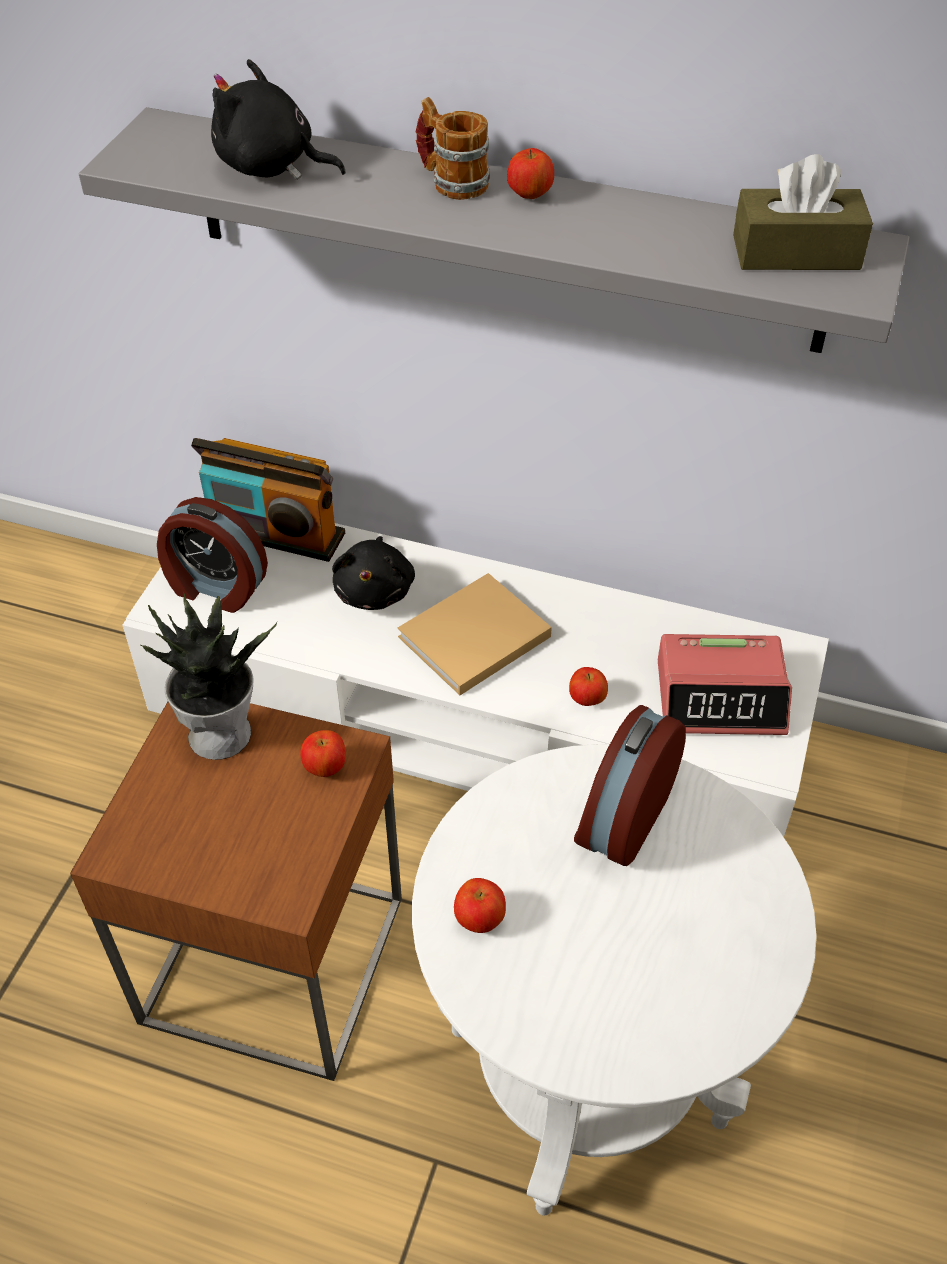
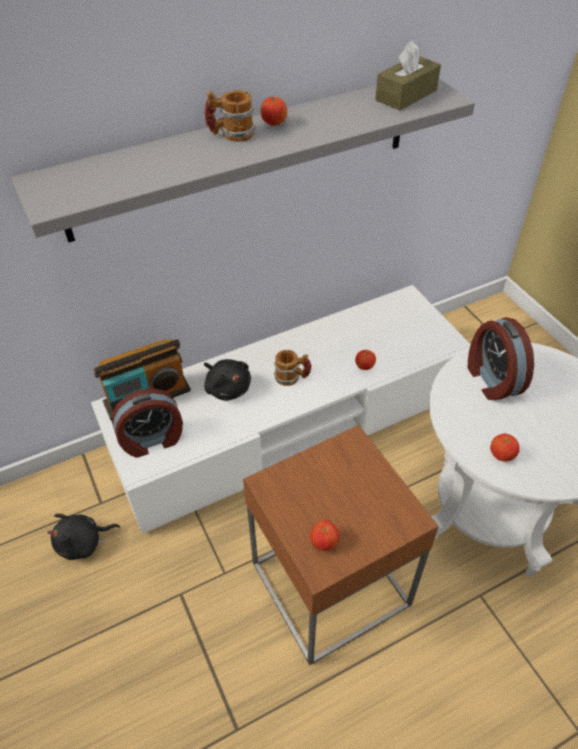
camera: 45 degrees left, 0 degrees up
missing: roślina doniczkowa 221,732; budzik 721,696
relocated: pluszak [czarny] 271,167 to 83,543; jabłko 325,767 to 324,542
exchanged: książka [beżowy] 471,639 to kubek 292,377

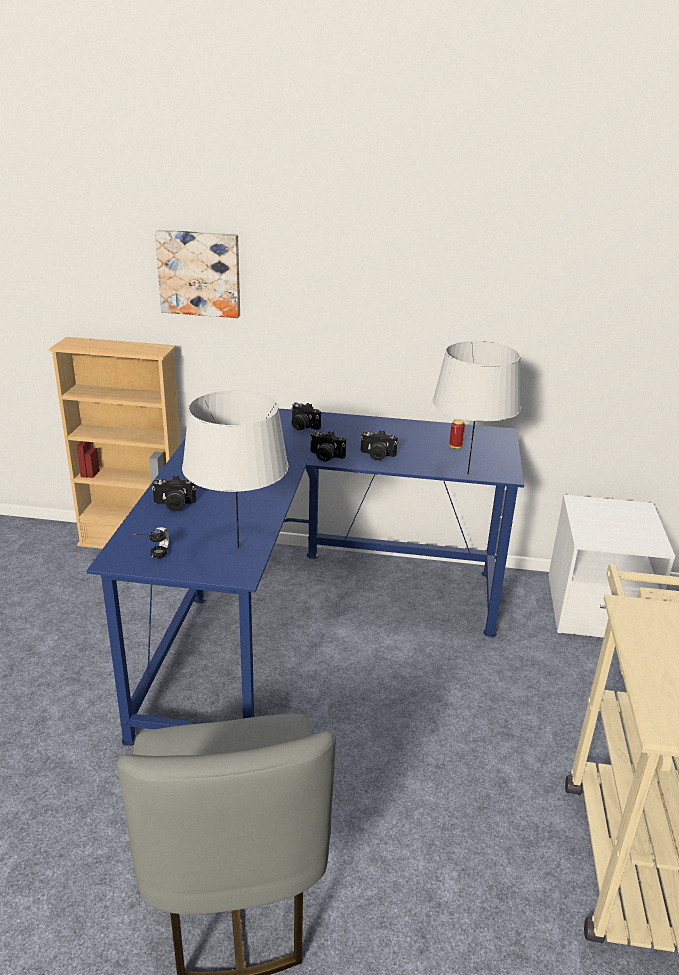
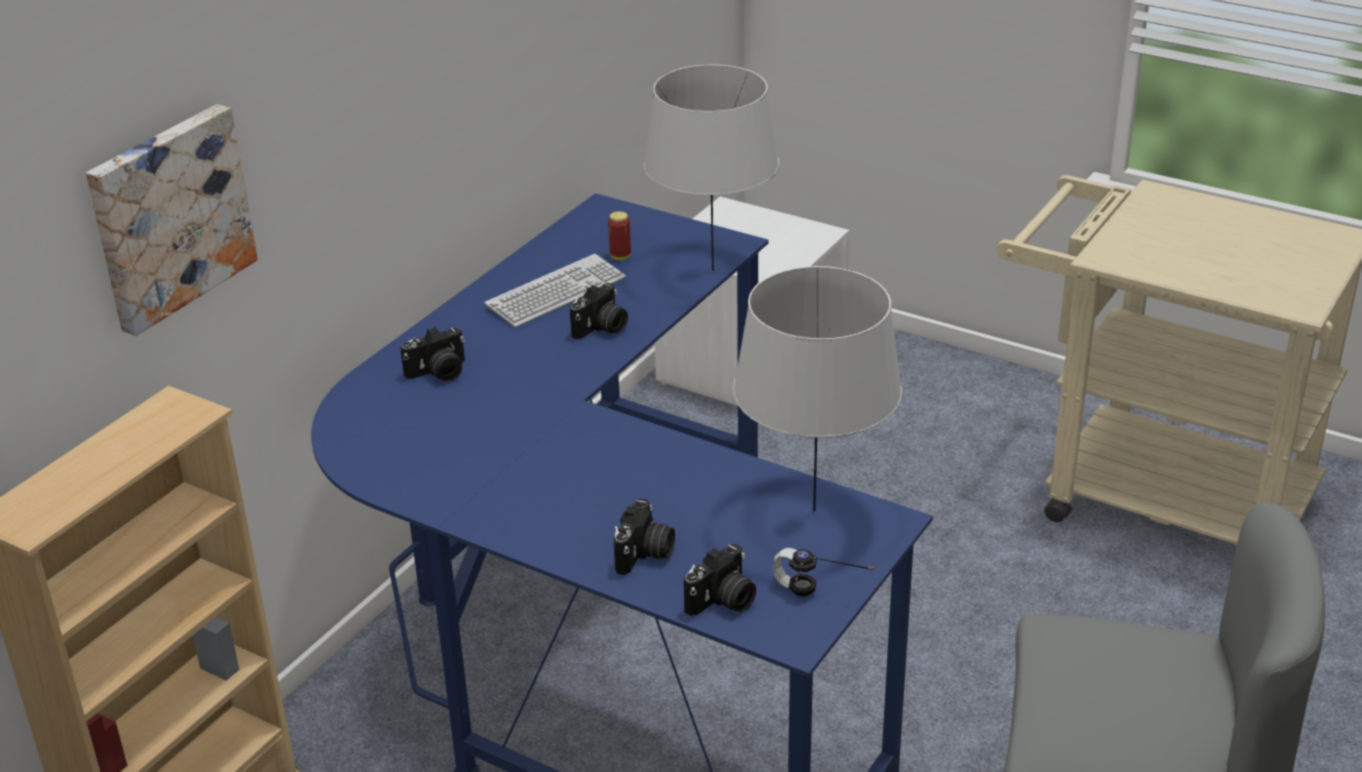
camera: 65 degrees left, 5 degrees up
appeared: klawiatura 556,293
relocated: aparat fotograficzny 325,457 to 723,601

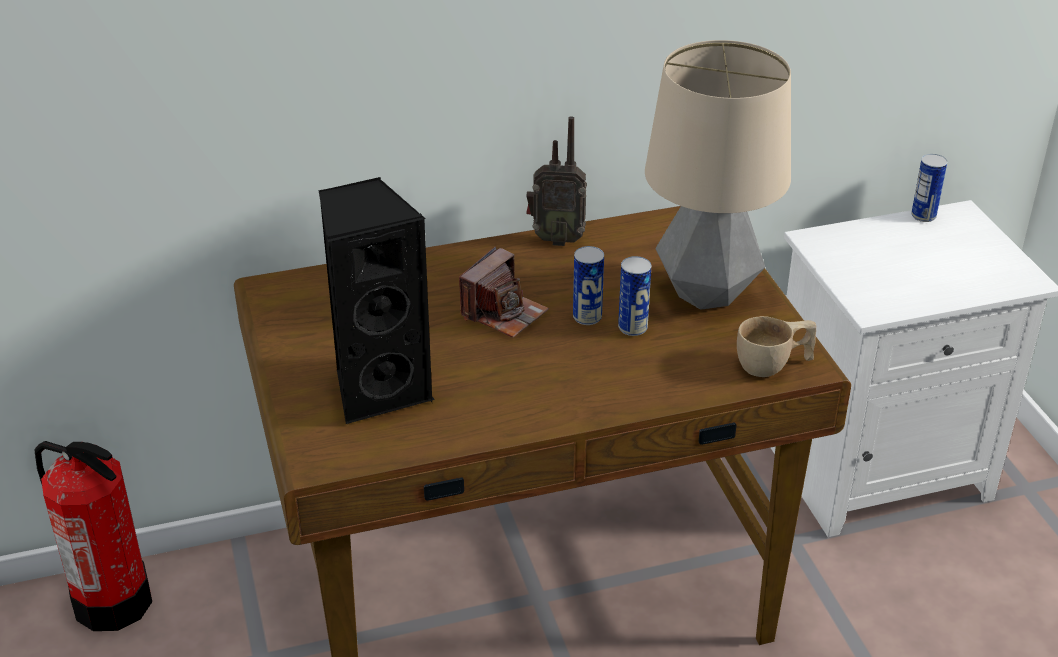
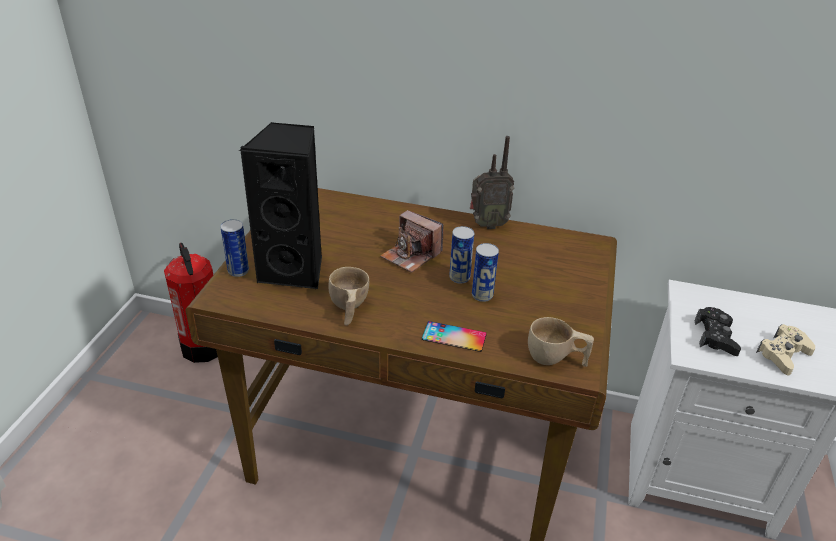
camera: 30 degrees right, 0 degrees up
missing: lampa stołowa 707,293
appeared: filiżanka [beżowy] 348,309; telefon 454,337; pad do gier [czarny] 715,337; pad do gier [beżowy] 783,354
relocated: puszka 923,216 to 238,271
spun: aparat fotograficzny 503,313 = 411,255 60 degrees clockwise; radio 556,239 = 487,224 45 degrees counterclockwise

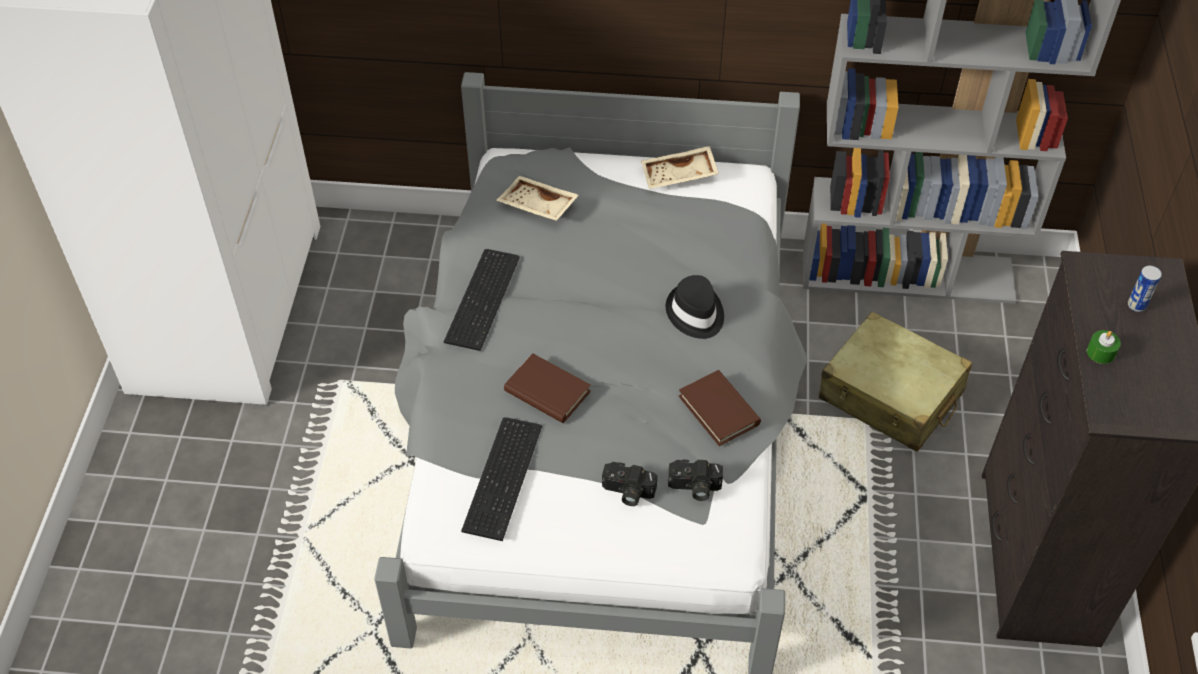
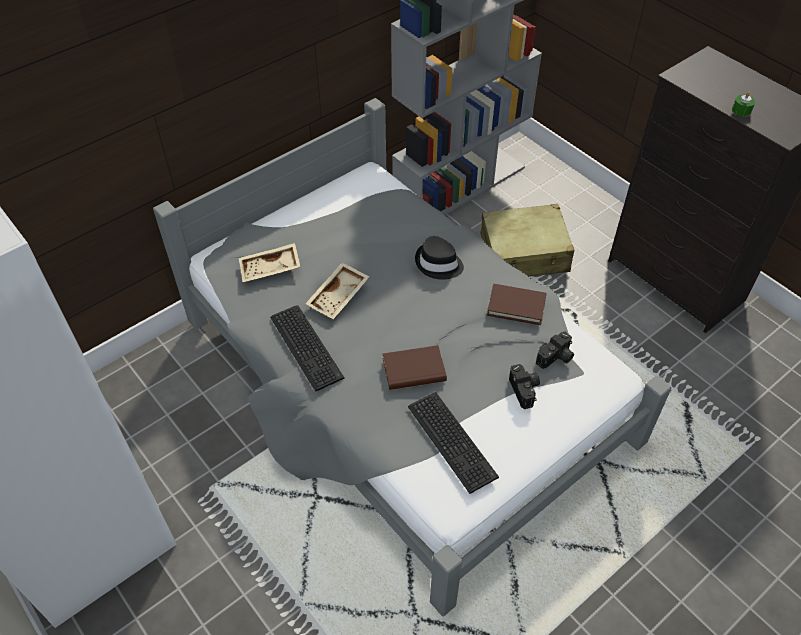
camera: 45 degrees left, 0 degrees up
missing: puszka 1136,305
relocated: taca [beżowy] 679,176 to 339,296
spun: aparat fotograficzny 627,492 = 525,390 75 degrees counterclockwise

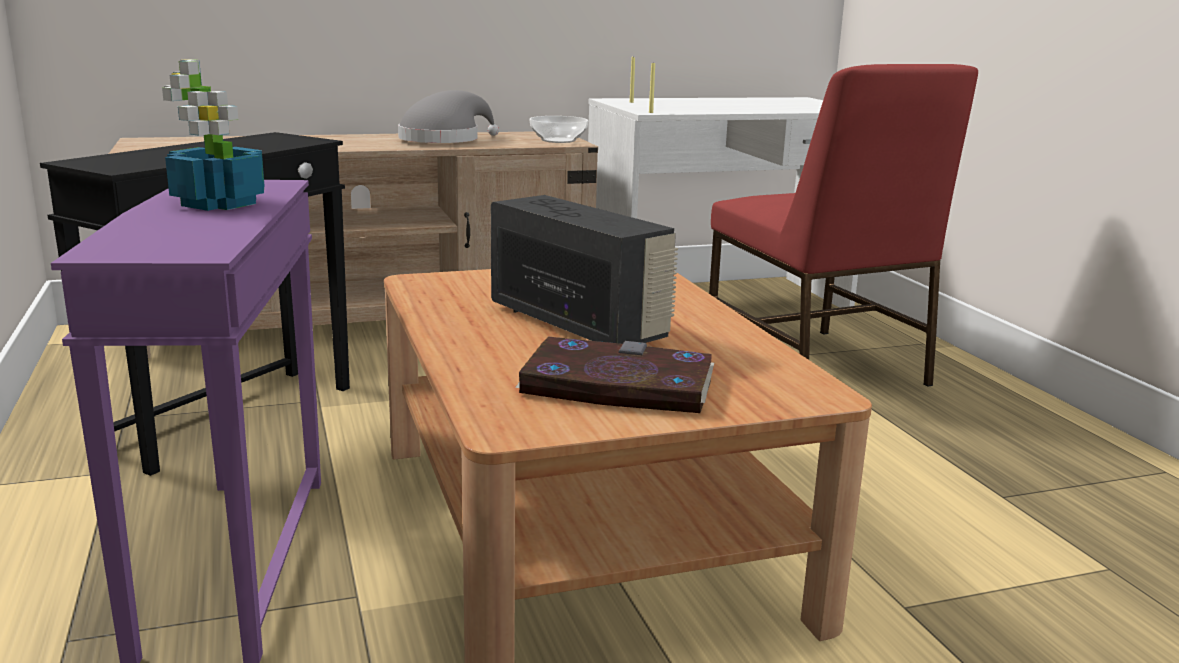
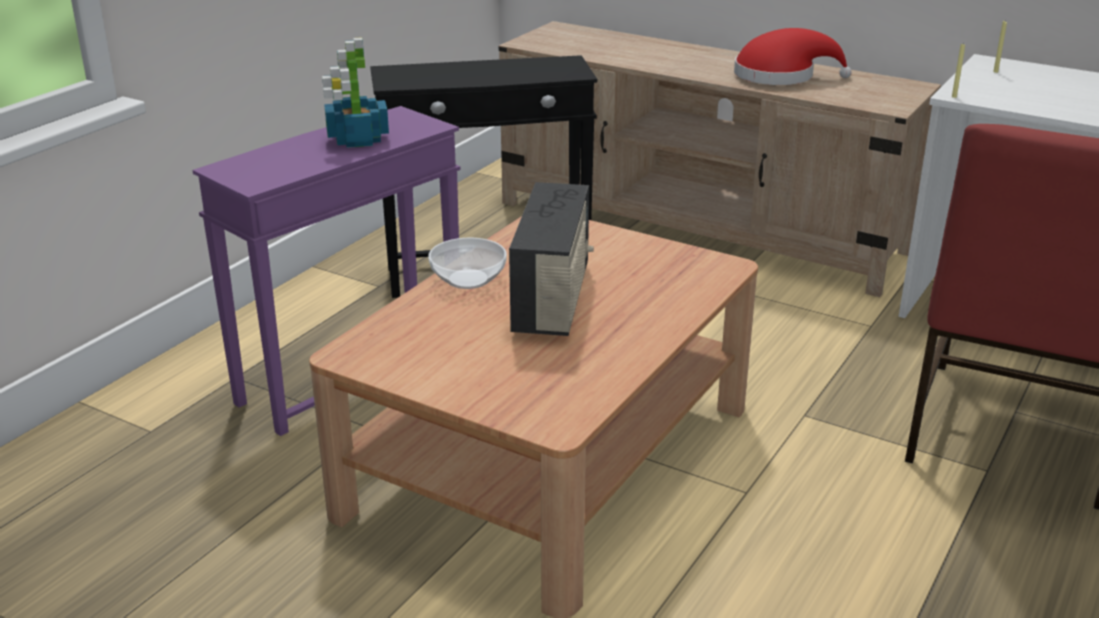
camera: 50 degrees right, 10 degrees up
missing: książka 616,385
relocated: miska 557,140 to 467,279
colour: kapelusz [szary] 444,140 to kapelusz [czerwony] 781,76

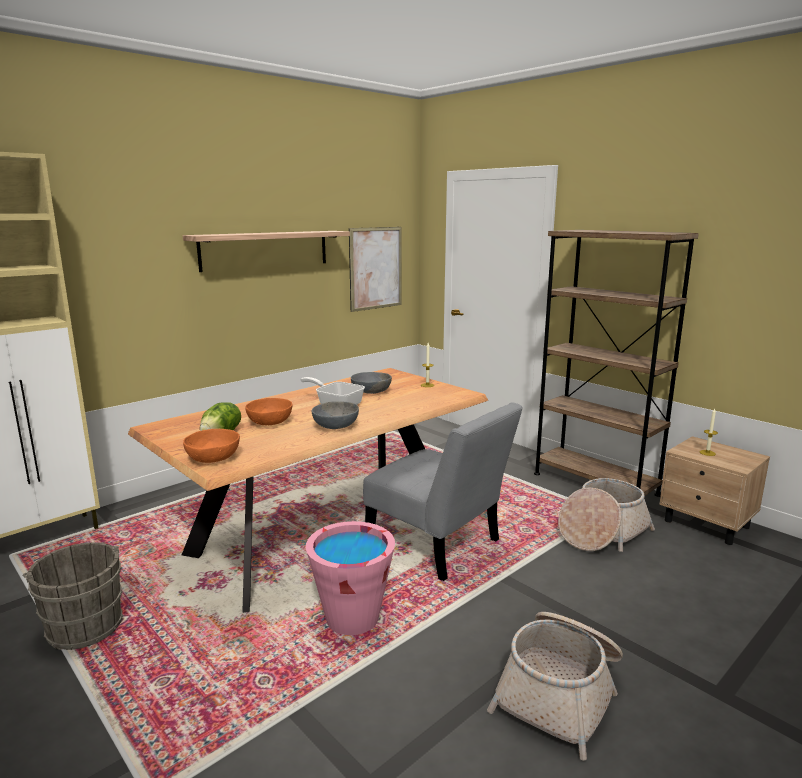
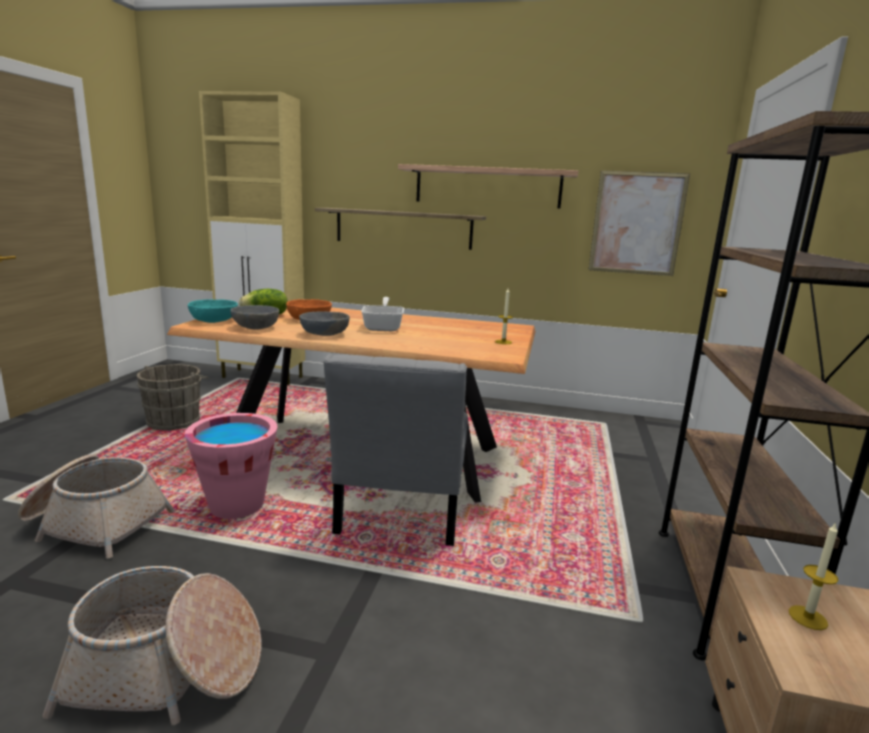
camera: 55 degrees right, 0 degrees up
appeared: półka 403,228
relocated: miska [szary] 371,392 to 256,327; koszyk 602,532 to 96,523
colour: miska [pomarańczowy] 214,458 to miska [turkusowy] 214,321

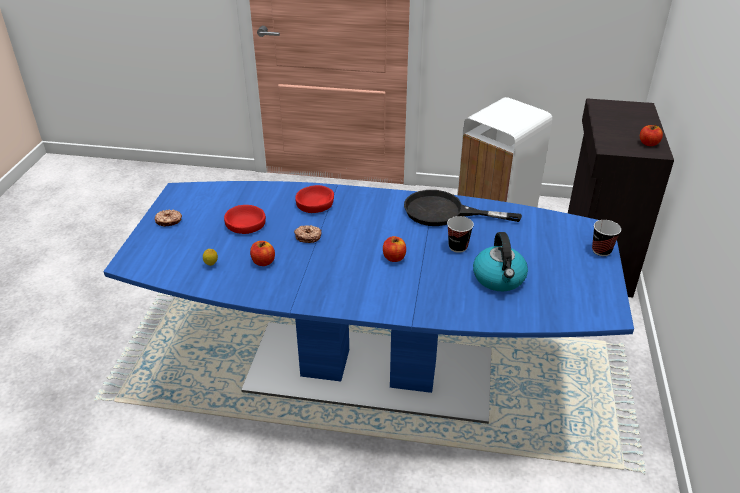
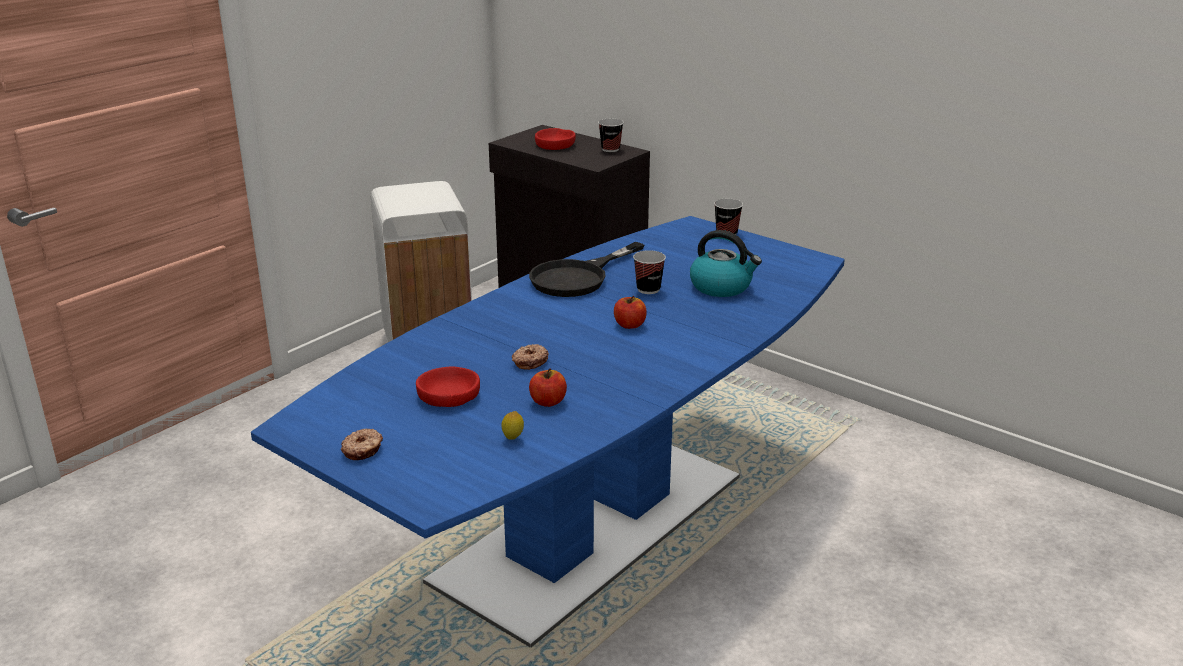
camera: 60 degrees left, 10 degrees down
relocated: miska [czerwony] 315,204 to 555,144
exchanged: jabłko 648,143 to filiżanka 610,149

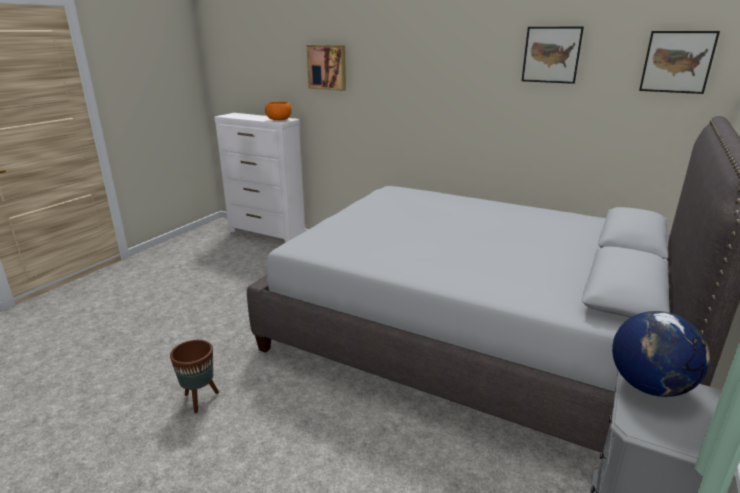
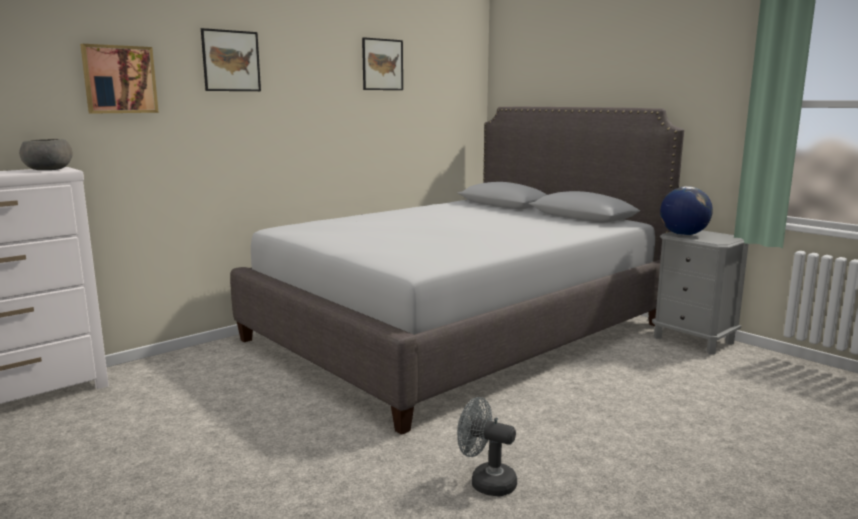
camera: 70 degrees left, 10 degrees down
relocated: obraz 677,62 to 231,61
exchanged: donica [brązowy] 199,400 to wentylator [szary] 486,482
colour: miska [pomarańczowy] 279,119 to miska [szary] 48,170

